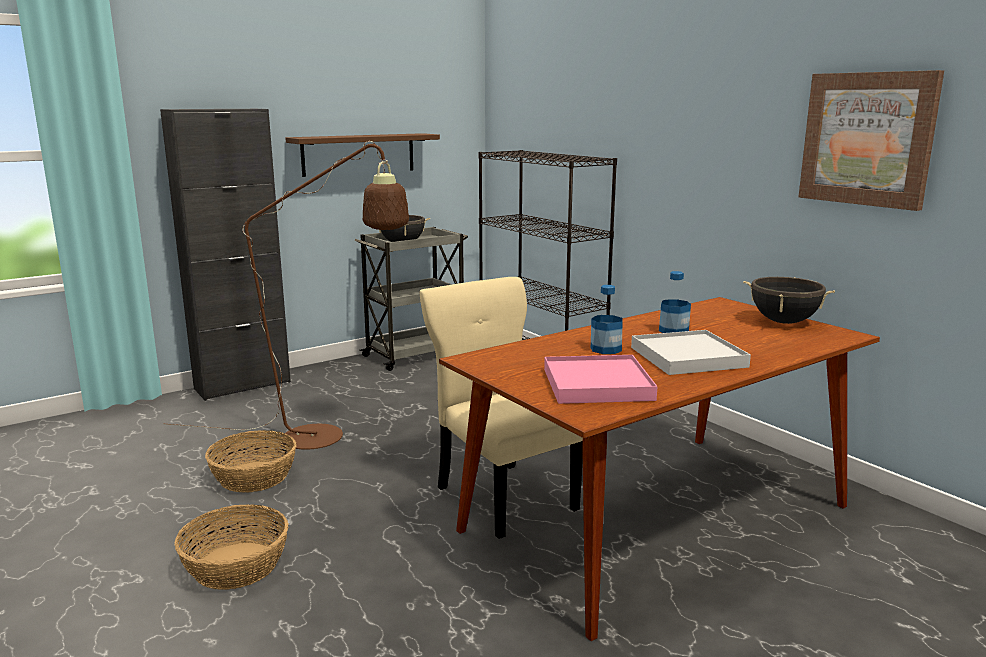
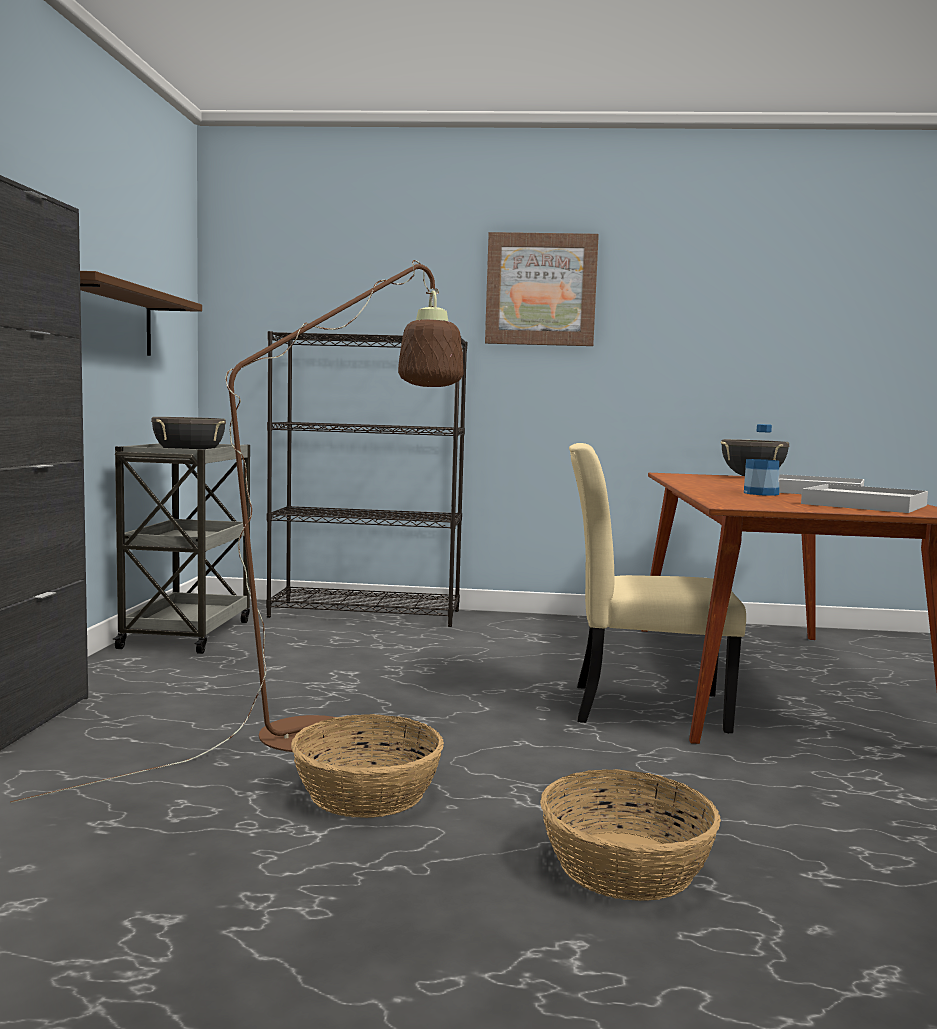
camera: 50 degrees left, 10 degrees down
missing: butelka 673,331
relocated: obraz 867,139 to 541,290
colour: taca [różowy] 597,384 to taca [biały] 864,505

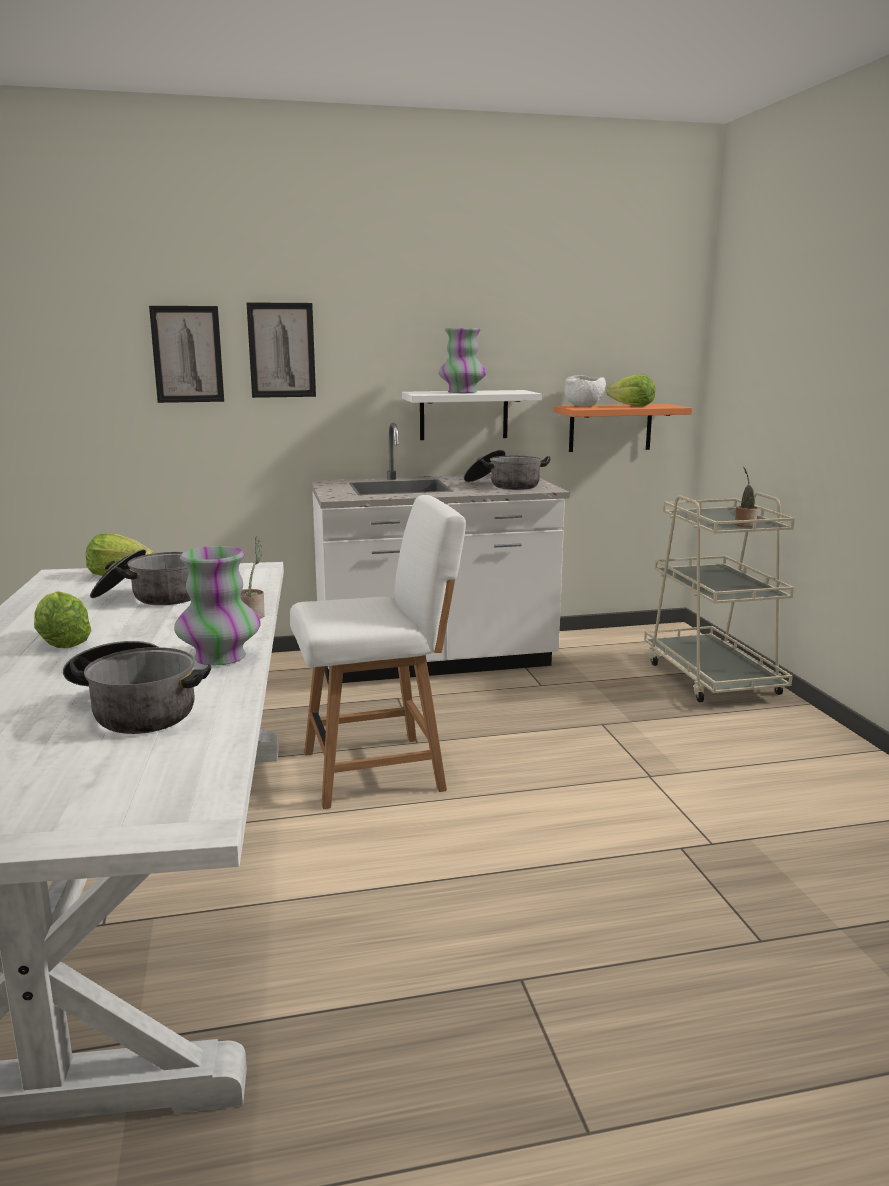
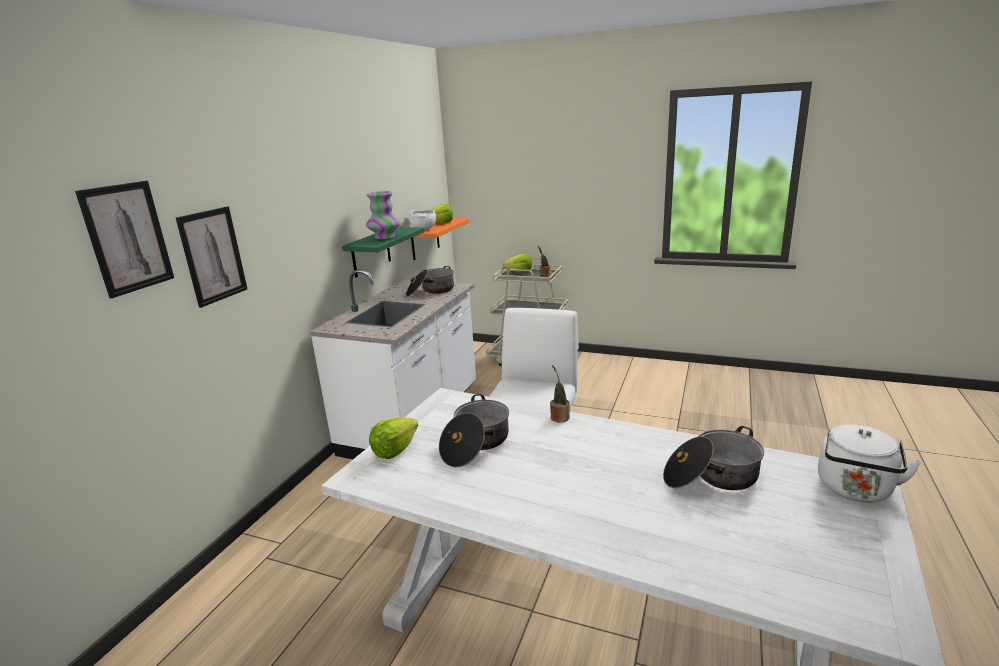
camera: 55 degrees left, 5 degrees up
missing: wazon 220,657
appeared: czajnik [biały] 855,490
relocated: sałata 62,642 to 519,272; obraz 281,350 to 127,238
colour: półka [biały] 464,415 to półka [zielony] 371,252

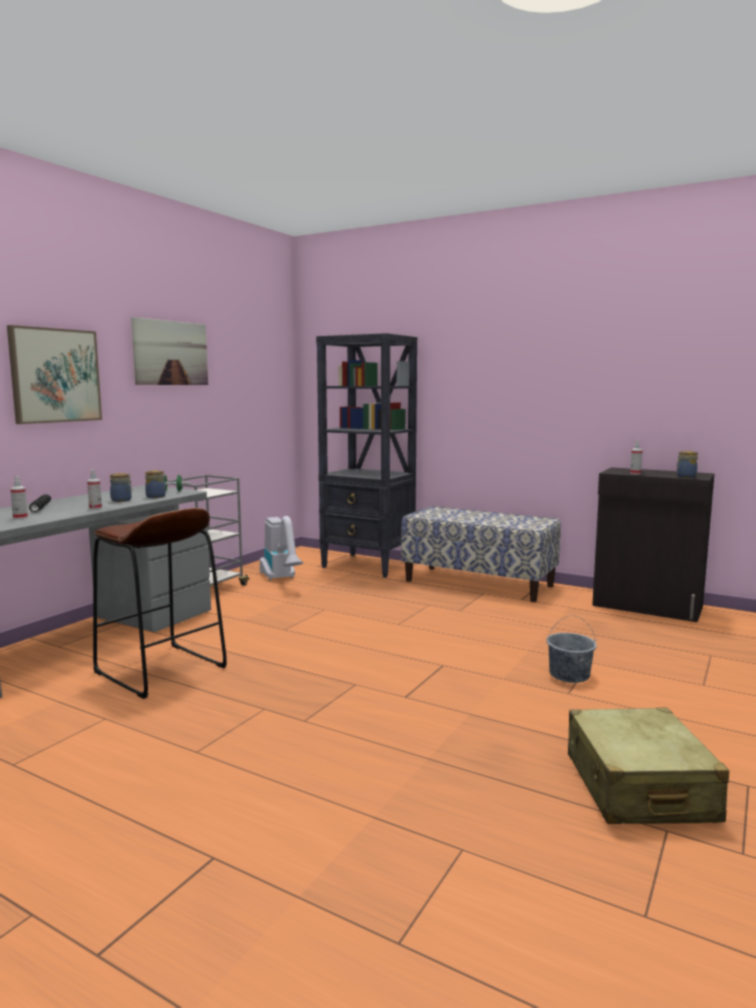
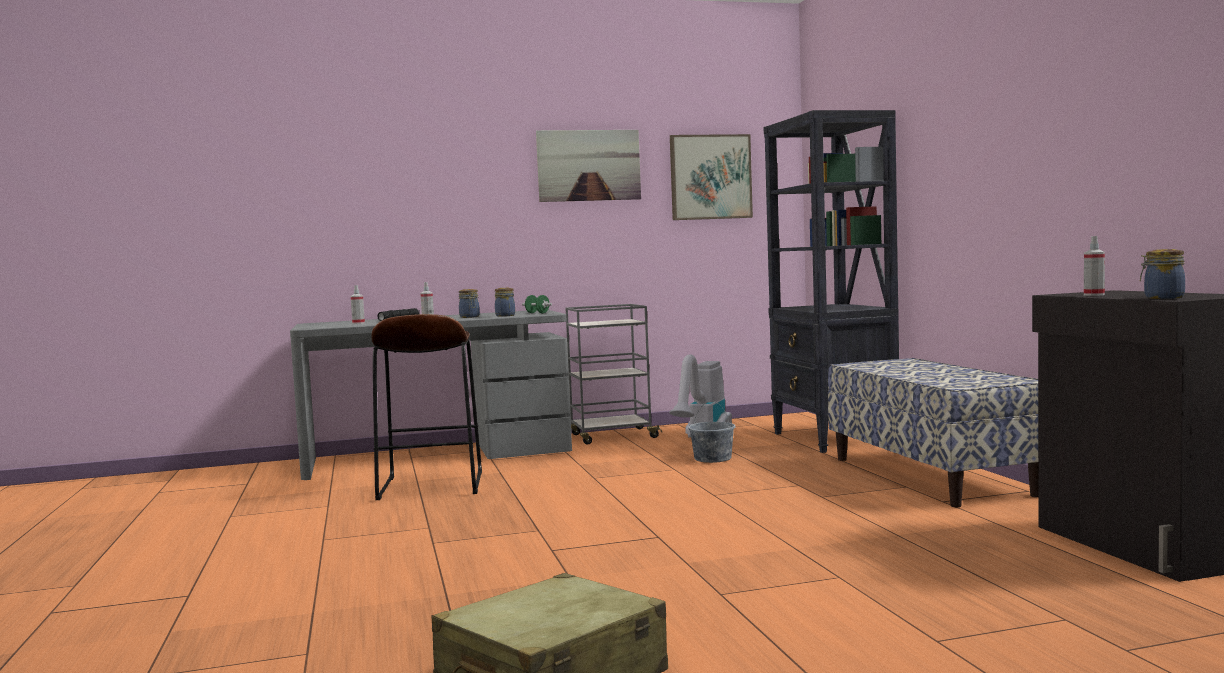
camera: 45 degrees right, 5 degrees down
relocated: obraz 55,375 to 710,177; wiadro [szary] 569,675 to 712,458

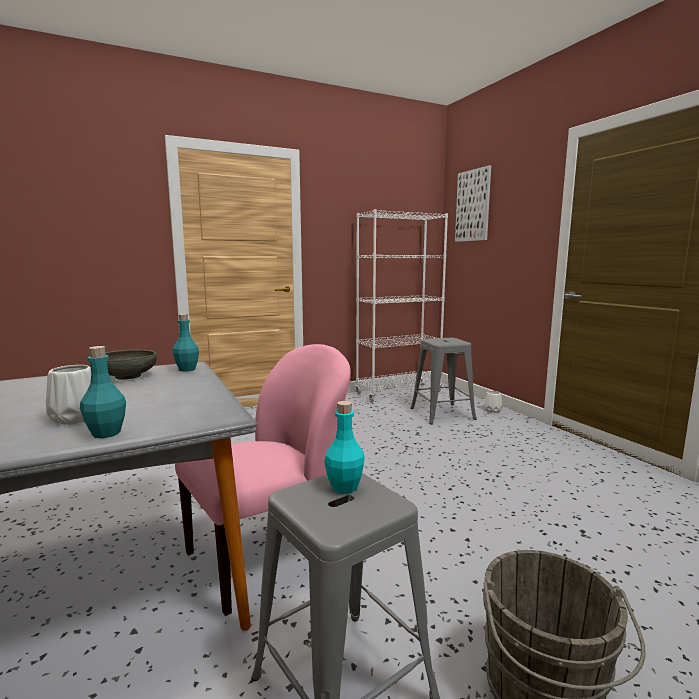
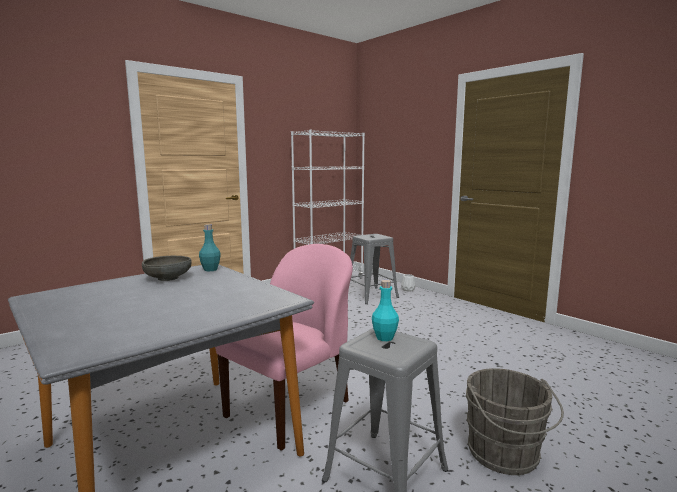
camera: 15 degrees left, 0 degrees up
missing: wazon [biały] 77,418; butelka [turkusowy] 106,433; obraz 473,205

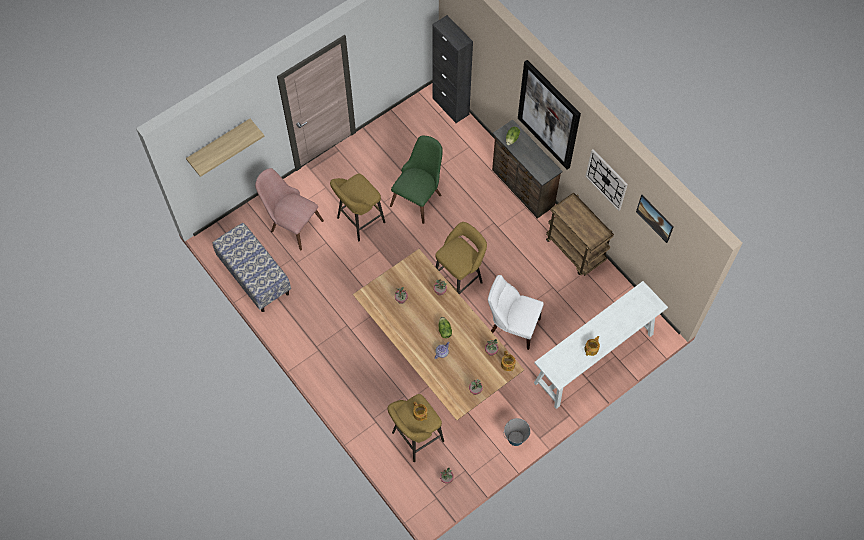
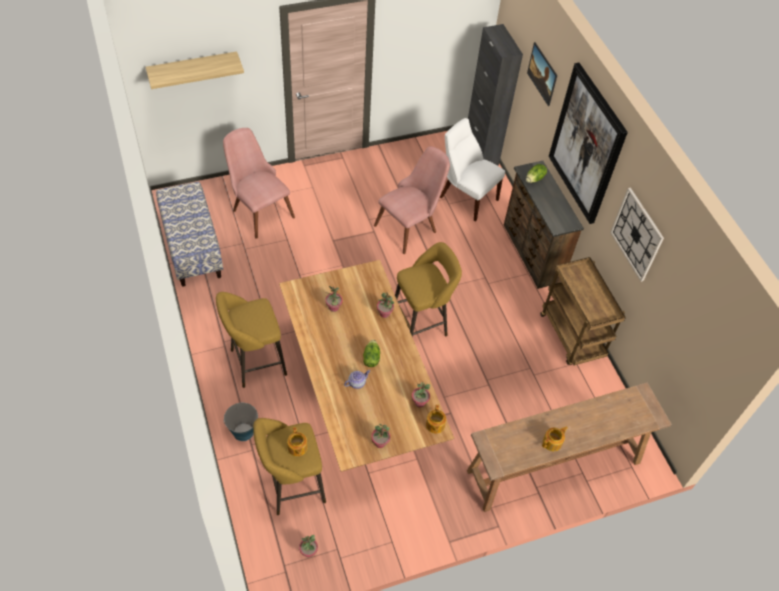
camera: 15 degrees right, 10 degrees down
relocated: stołek [żółty] 358,221 to 254,363; krzesło [biały] 512,326 to 466,197; wiadro 515,438 to 243,432; obraz 653,222 to 540,81
colour: krzesło [zielony] 419,195 to krzesło [różowy] 411,225; stolik konsolowy [biały] 593,359 to stolik konsolowy [brązowy] 553,467

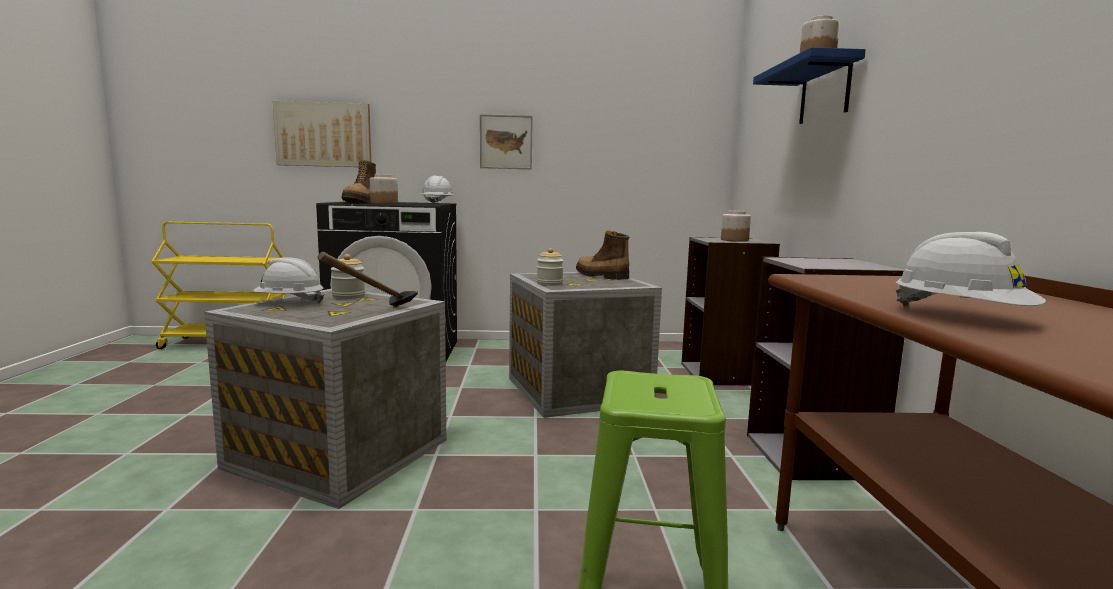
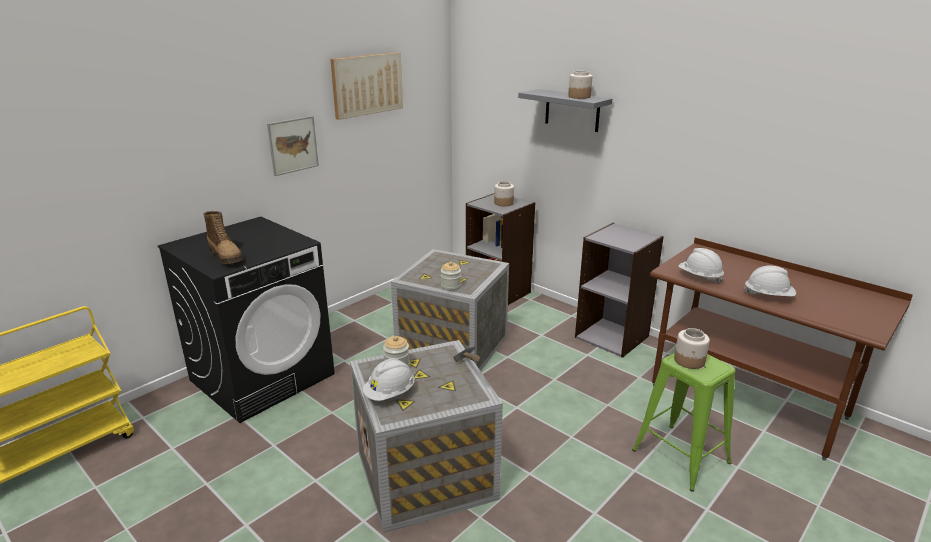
camera: 45 degrees left, 15 degrees up
missing: but z cholewką 600,276
relocated: obraz 324,135 to 367,84; słoik 384,203 to 689,361; kask [biały] 437,203 to 699,277
colour: półka [niebieski] 825,92 to półka [szary] 572,110

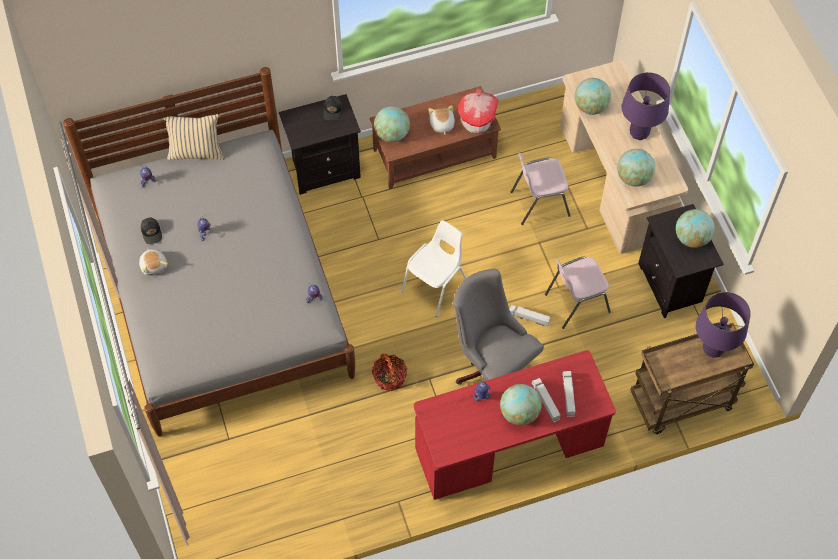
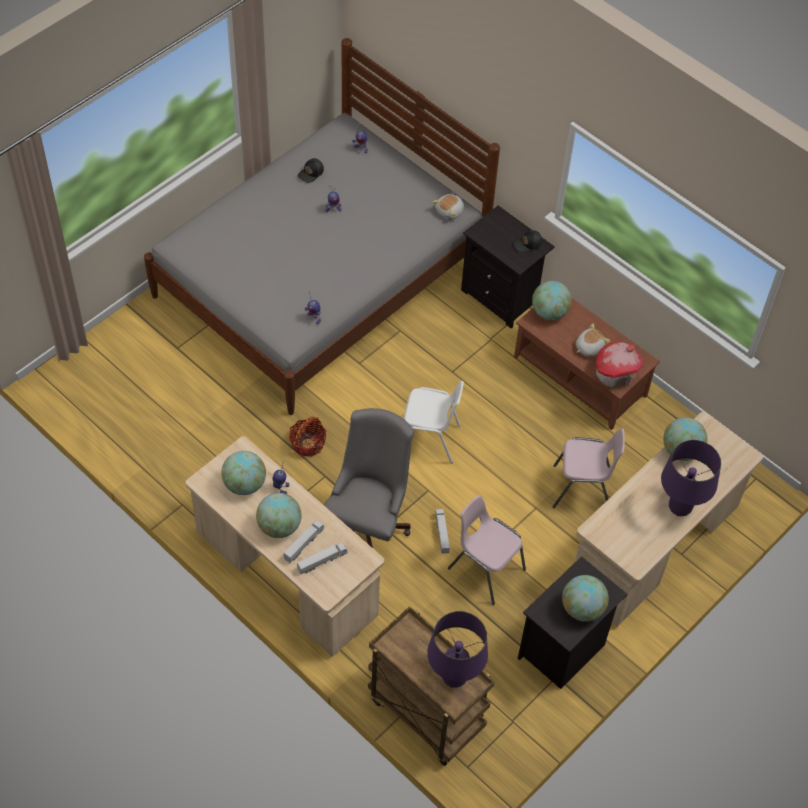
camera: 60 degrees right, 5 degrees down
missing: poduszka [beżowy] 196,152
relocated: pluszak 154,265 to 450,211; globus 633,178 to 244,484
colour: biurko [czerwony] 509,448 to biurko [beżowy] 286,574
spun: krzesło [różowy] 539,203 = 582,489 135 degrees clockwise

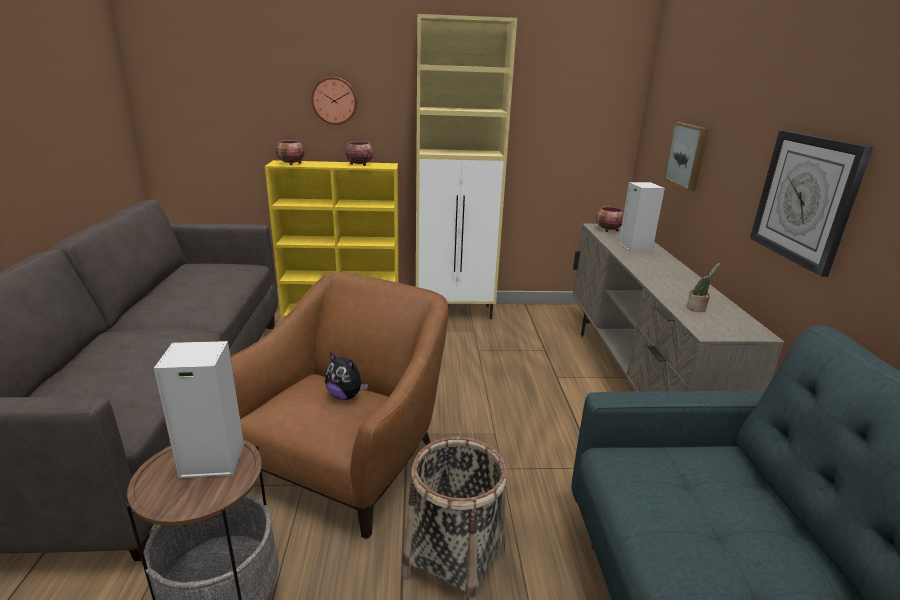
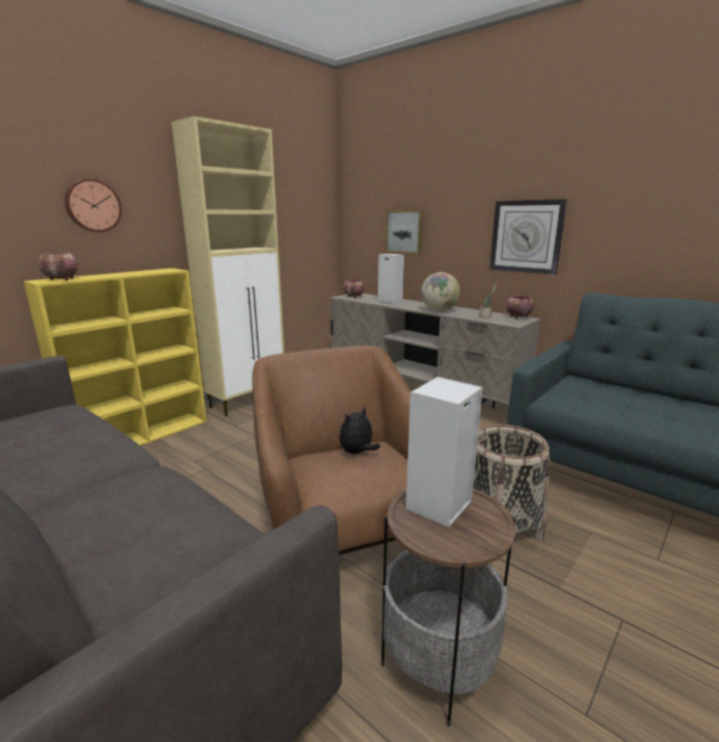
camera: 45 degrees left, 5 degrees down
appeared: globus 439,311
relocated: miska 359,164 to 518,317
spun: pluszak 345,396 = 357,453 150 degrees clockwise

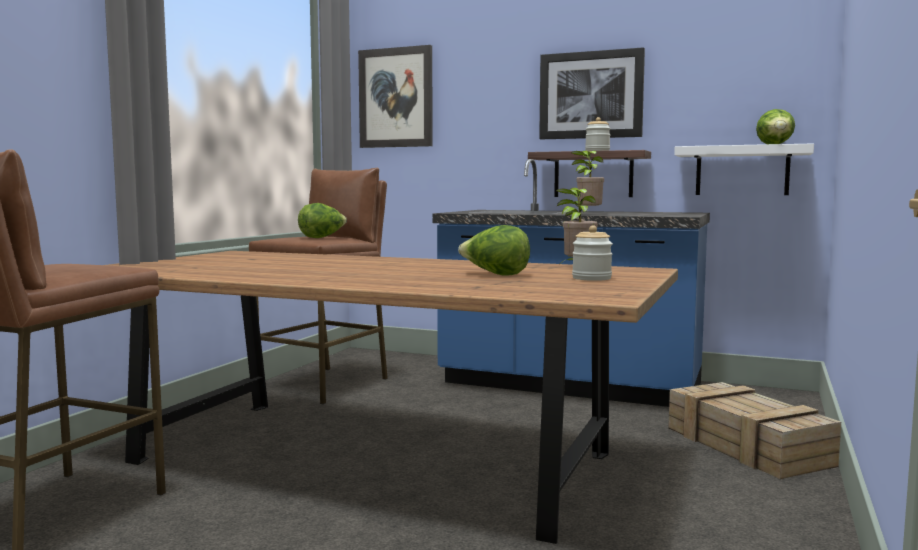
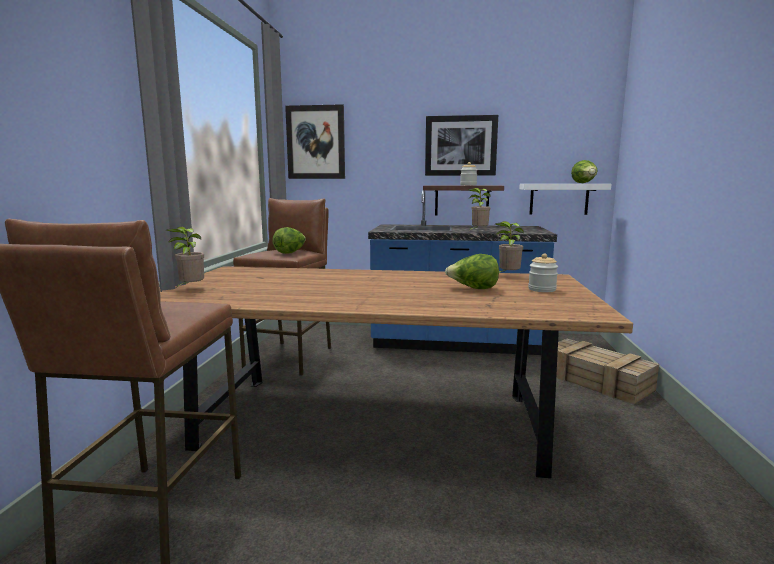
camera: 15 degrees left, 5 degrees up
appeared: roślina doniczkowa 190,289

